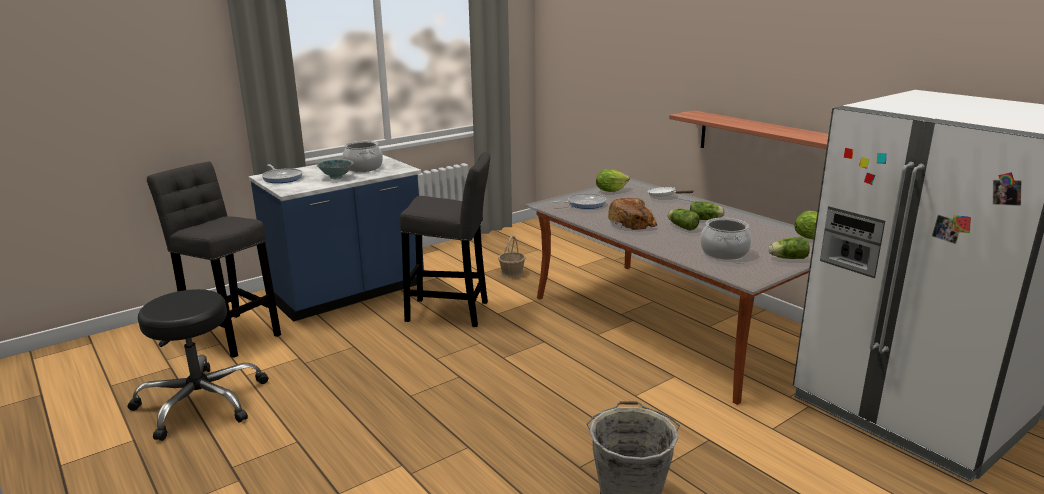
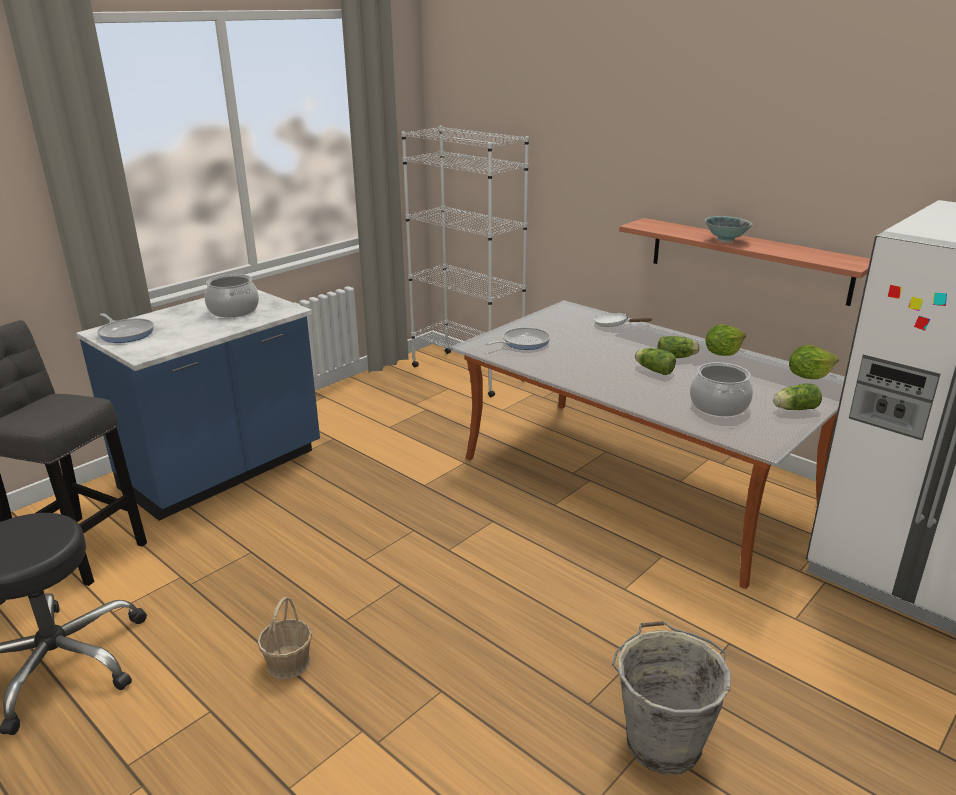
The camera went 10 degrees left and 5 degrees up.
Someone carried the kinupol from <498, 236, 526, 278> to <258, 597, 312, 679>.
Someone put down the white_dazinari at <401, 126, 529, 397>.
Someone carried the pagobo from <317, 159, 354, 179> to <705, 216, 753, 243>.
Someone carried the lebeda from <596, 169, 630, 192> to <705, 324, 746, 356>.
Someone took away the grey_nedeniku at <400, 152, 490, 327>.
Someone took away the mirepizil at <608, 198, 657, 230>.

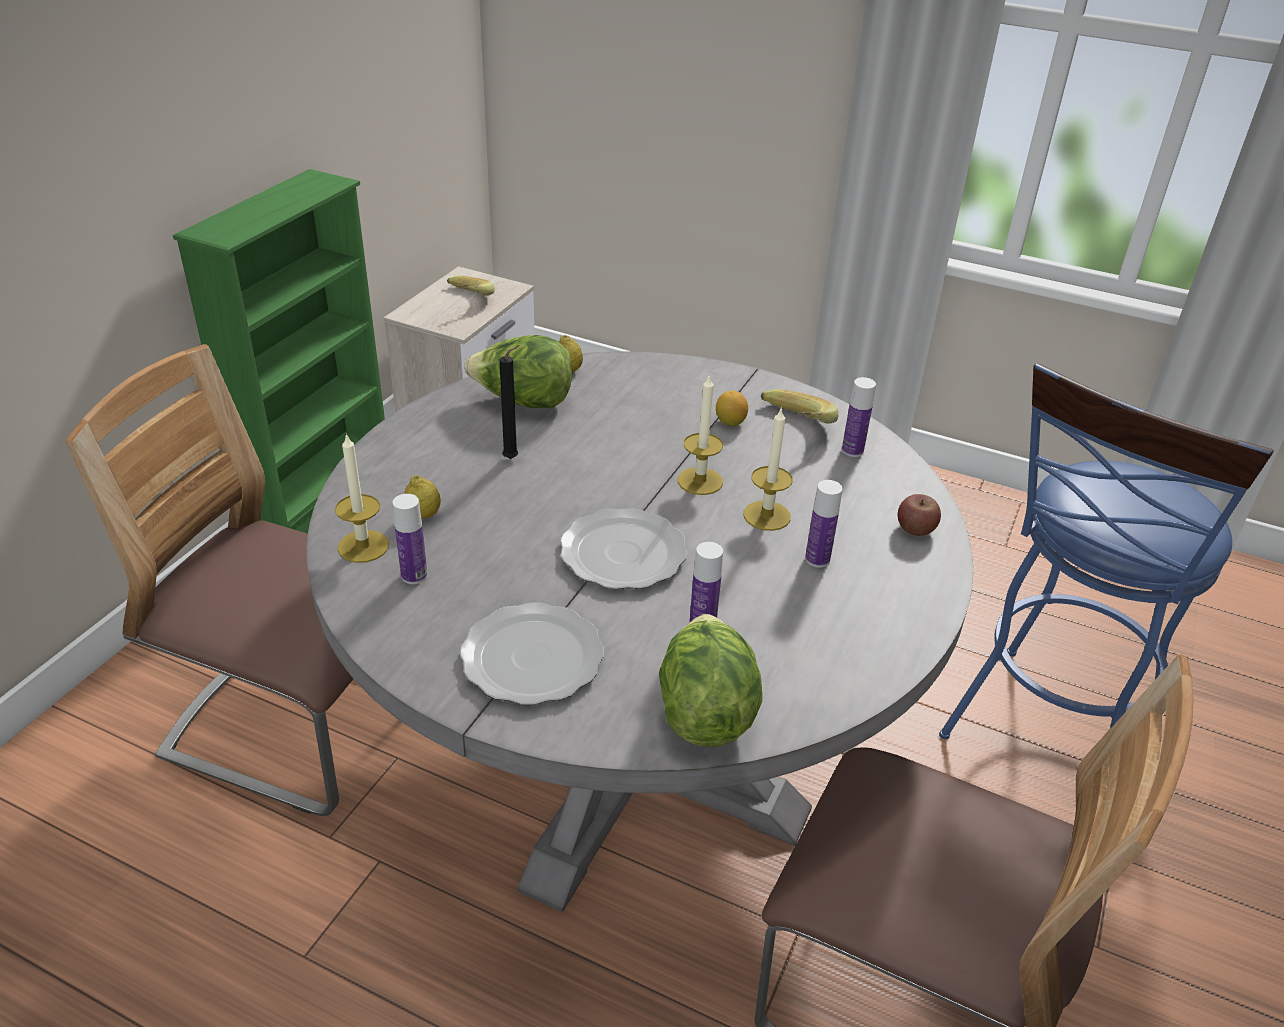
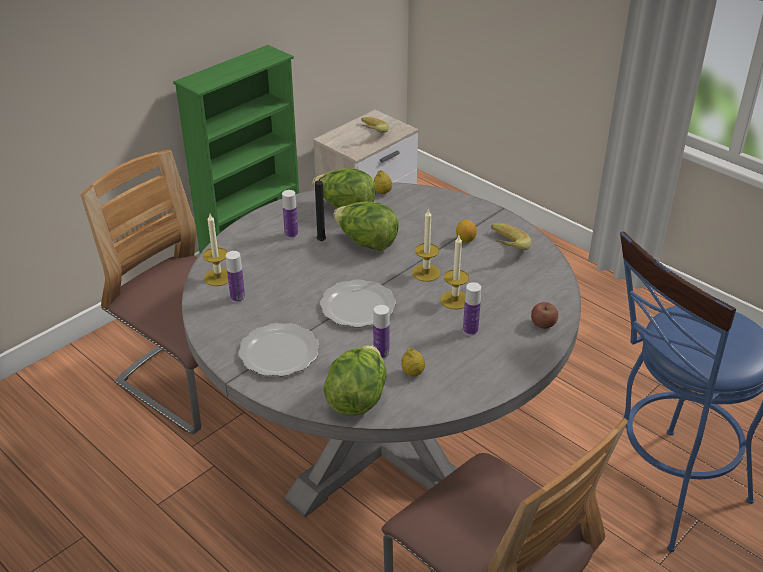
The camera went 20 degrees right and 0 degrees up.
Someone carried the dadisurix from <842, 377, 876, 457> to <282, 190, 298, 238>.
Someone put down the lebeda at <333, 202, 399, 251>.
Someone carried the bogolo from <404, 475, 441, 519> to <401, 348, 425, 376>.

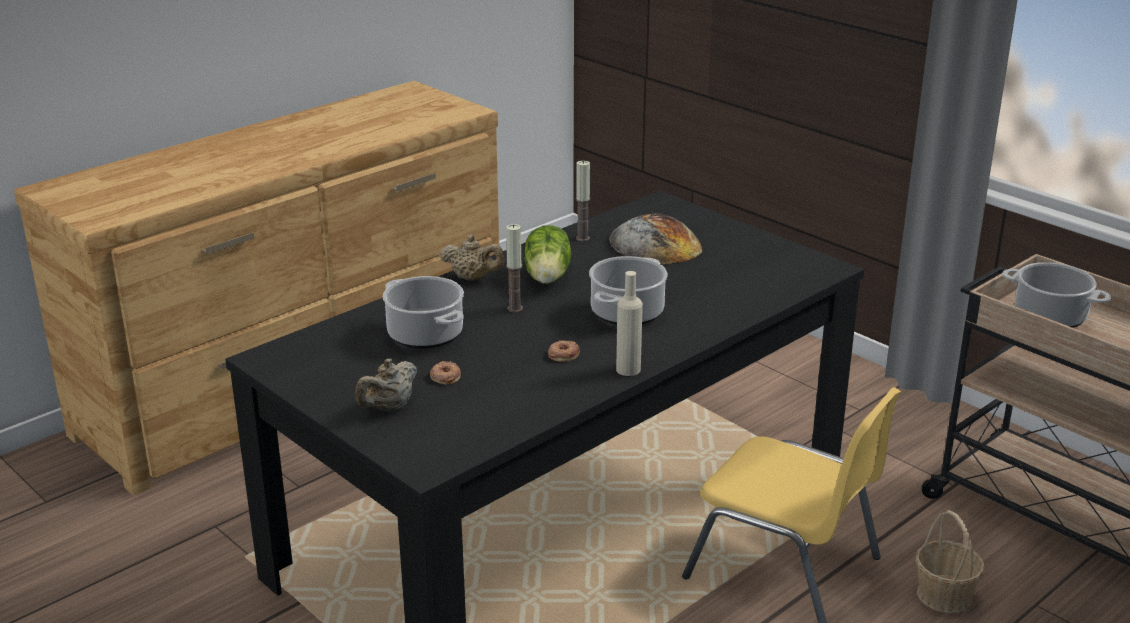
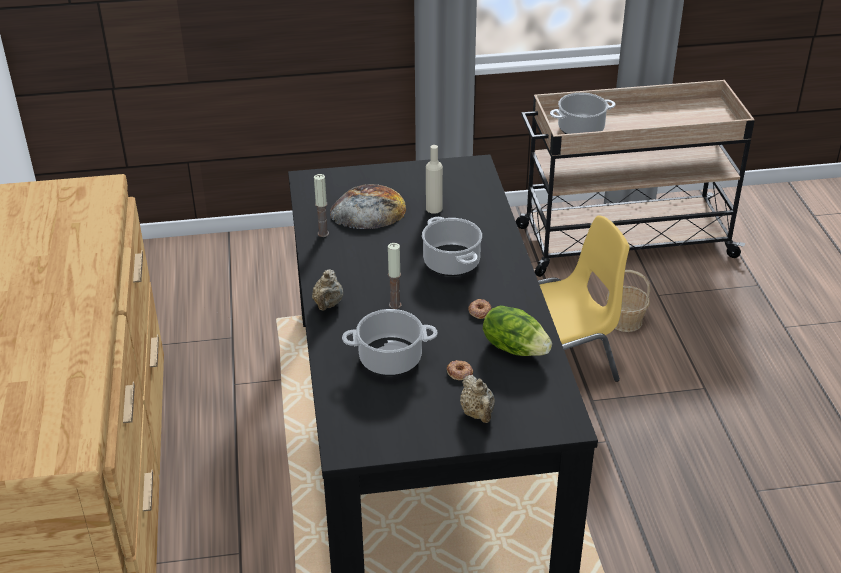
The camera went 55 degrees left and 10 degrees up.
Someone rotated the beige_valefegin at <440, 235, 505, 280> by 135 degrees clockwise.
Someone carried the beige_dadisurix from <616, 271, 643, 376> to <426, 145, 443, 214>.
Someone carried the lebeda from <524, 225, 571, 284> to <483, 305, 552, 356>.

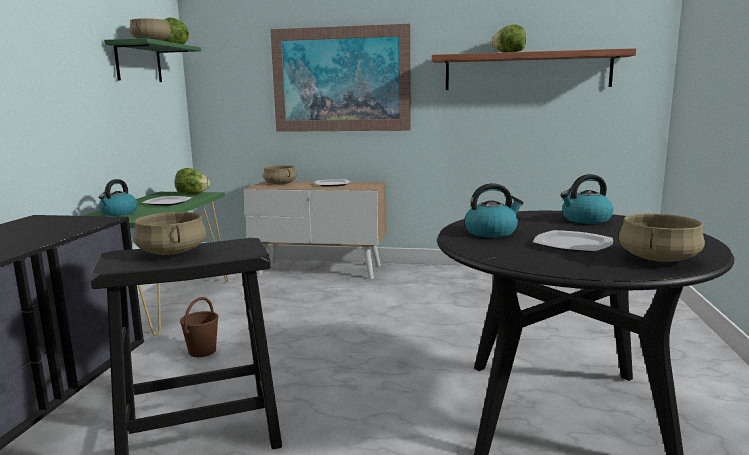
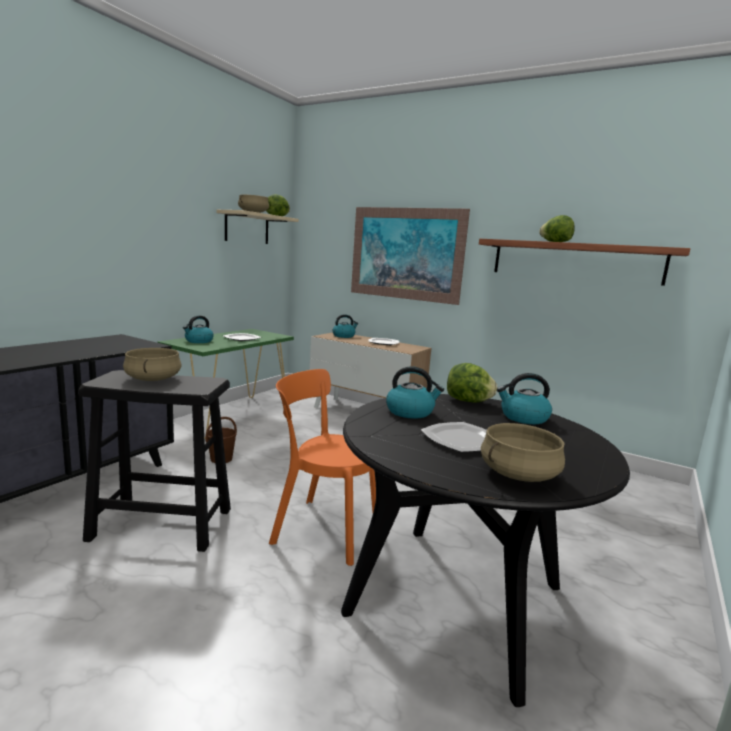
The camera went 20 degrees right and 0 degrees up.
Someone repainted the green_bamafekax at <104, 38, 201, 82>, which became the beige_bamafekax at <216, 210, 299, 244>.
Someone put down the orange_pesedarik at <269, 369, 376, 566>.
Someone swapped the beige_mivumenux at <263, 165, 297, 185> for the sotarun at <333, 314, 358, 338>.
Someone carried the lebeda from <175, 168, 210, 195> to <447, 363, 497, 403>.

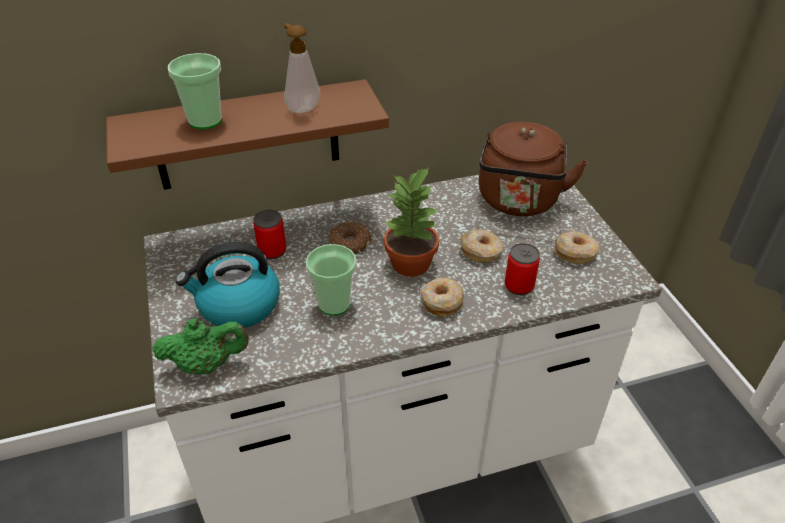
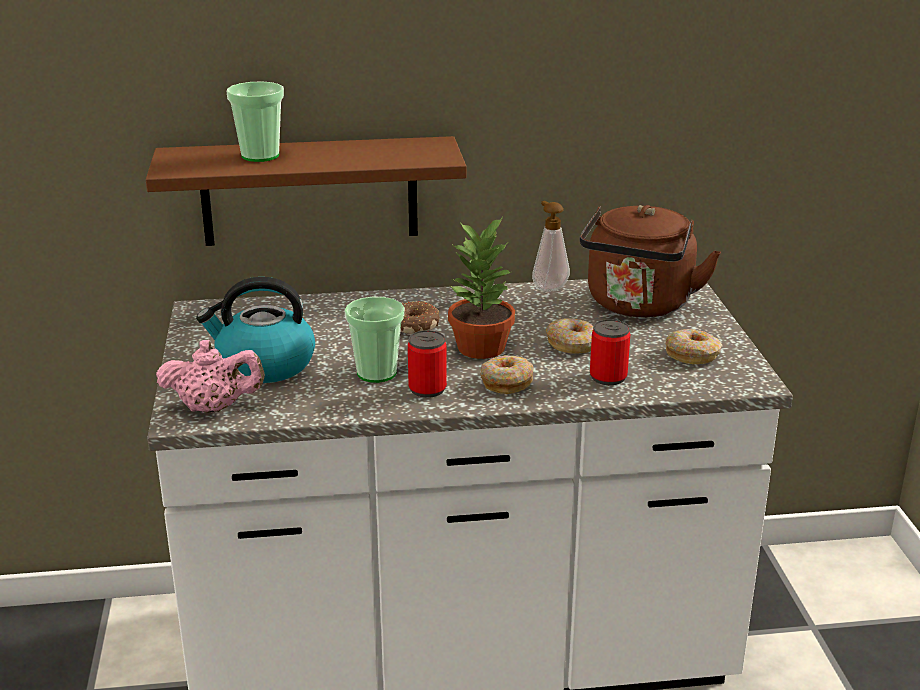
The camera went 10 degrees right and 15 degrees down.
Someone repainted the green_valefegin at <152, 318, 249, 374>, which became the pink_valefegin at <156, 340, 265, 413>.
Someone carried the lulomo from <253, 210, 286, 259> to <408, 330, 447, 398>.
Someone carried the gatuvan from <284, 23, 320, 113> to <532, 201, 570, 292>.

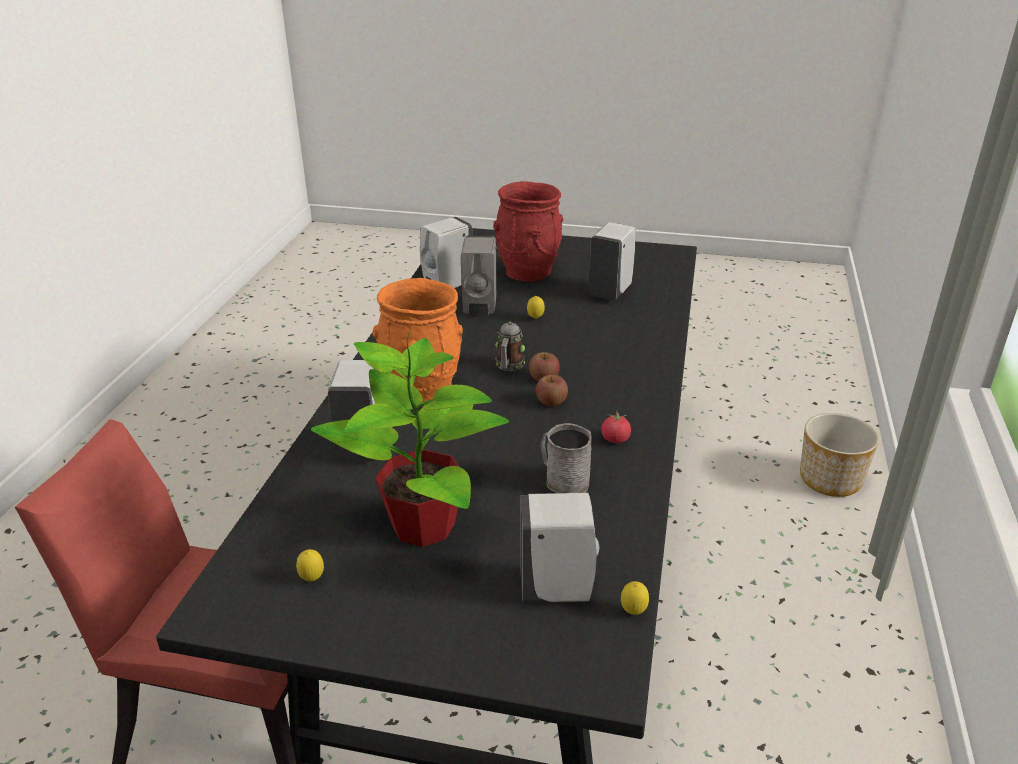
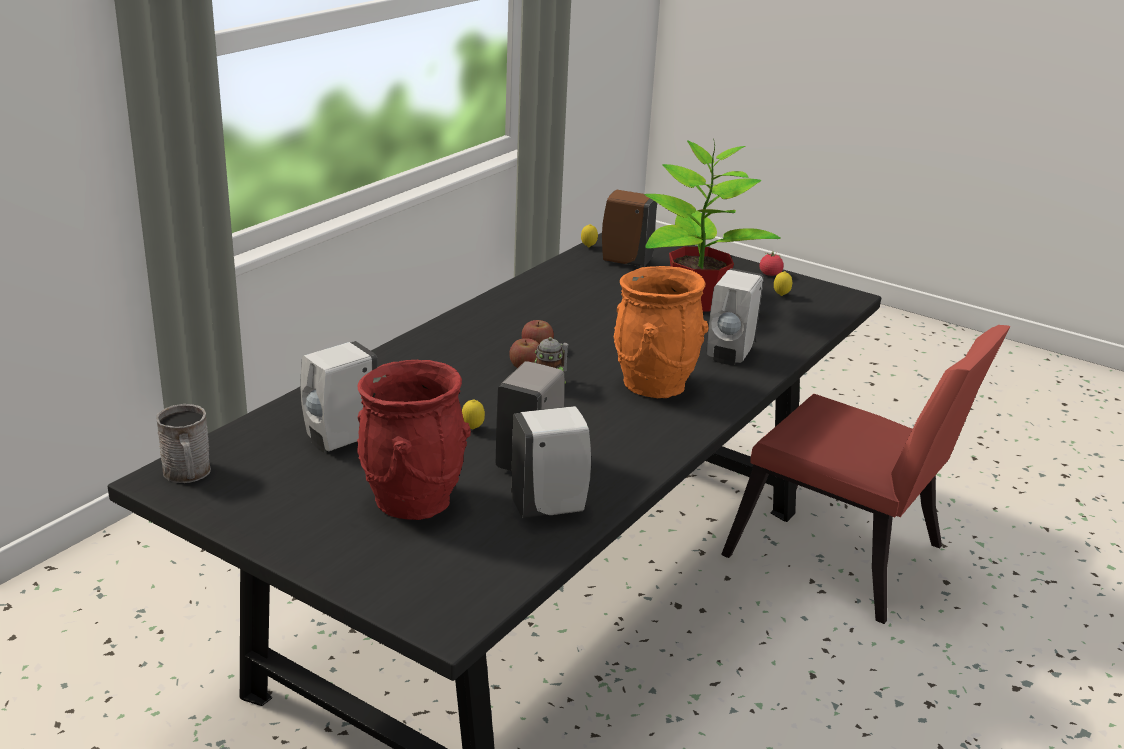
The camera went 160 degrees left and 5 degrees down.
Someone carried the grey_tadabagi from <541, 423, 591, 493> to <156, 404, 211, 483>.
Someone repainted the white_gatuvan at <521, 492, 600, 602>, which became the brown_gatuvan at <602, 190, 657, 267>.
Someone carried the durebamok from <601, 410, 631, 443> to <760, 251, 784, 276>.
Someone took away the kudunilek at <800, 413, 879, 497>.

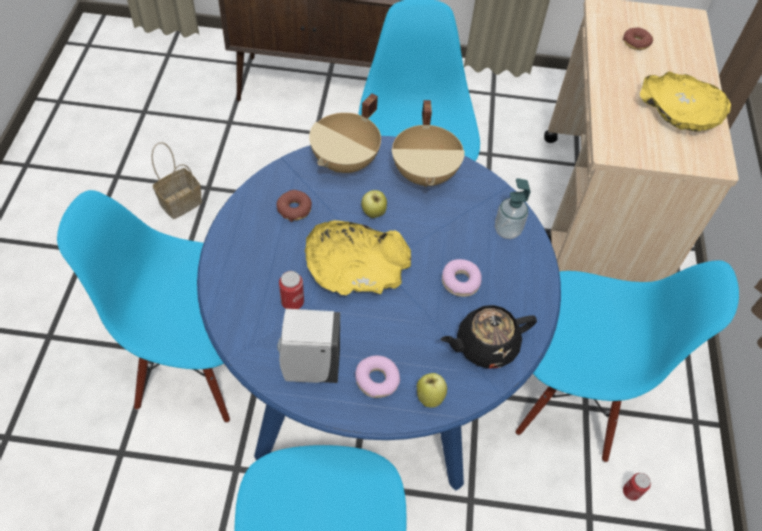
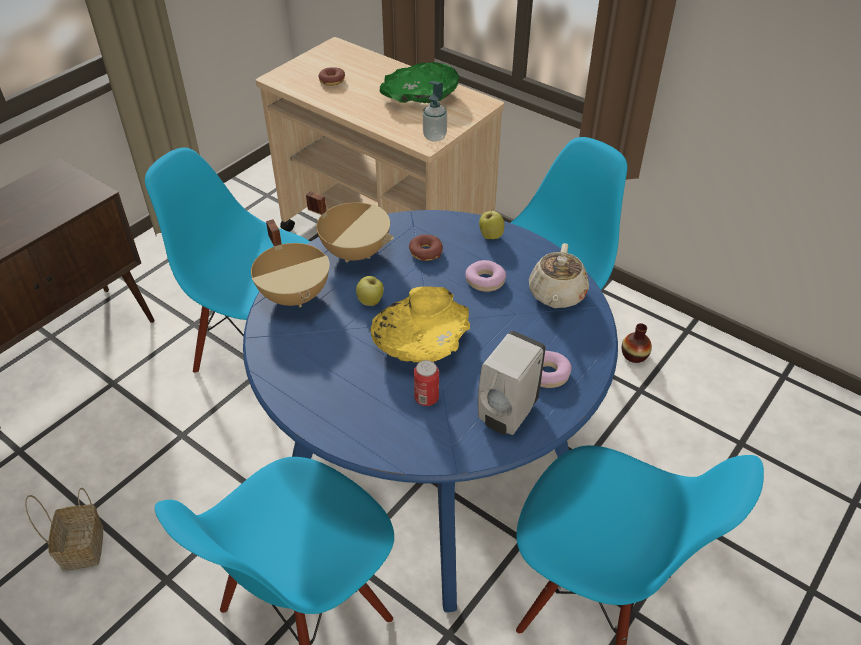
The camera went 55 degrees left and 10 degrees down.
Someone repainted the yellow_pagobo at <640, 71, 731, 132>, which became the green_pagobo at <380, 62, 459, 103>.
Someone carried the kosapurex from <276, 190, 312, 222> to <409, 235, 443, 261>.
Someone carried the gatuvan from <495, 178, 530, 239> to <423, 81, 447, 142>.
Someone carried the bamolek from <416, 373, 447, 408> to <479, 210, 505, 239>.
Someone repainted the black_valefegin at <440, 305, 537, 369>, which became the beige_valefegin at <529, 243, 589, 308>.
Someone swapped the lulomo at <623, 473, 651, 501> for the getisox at <622, 323, 652, 363>.

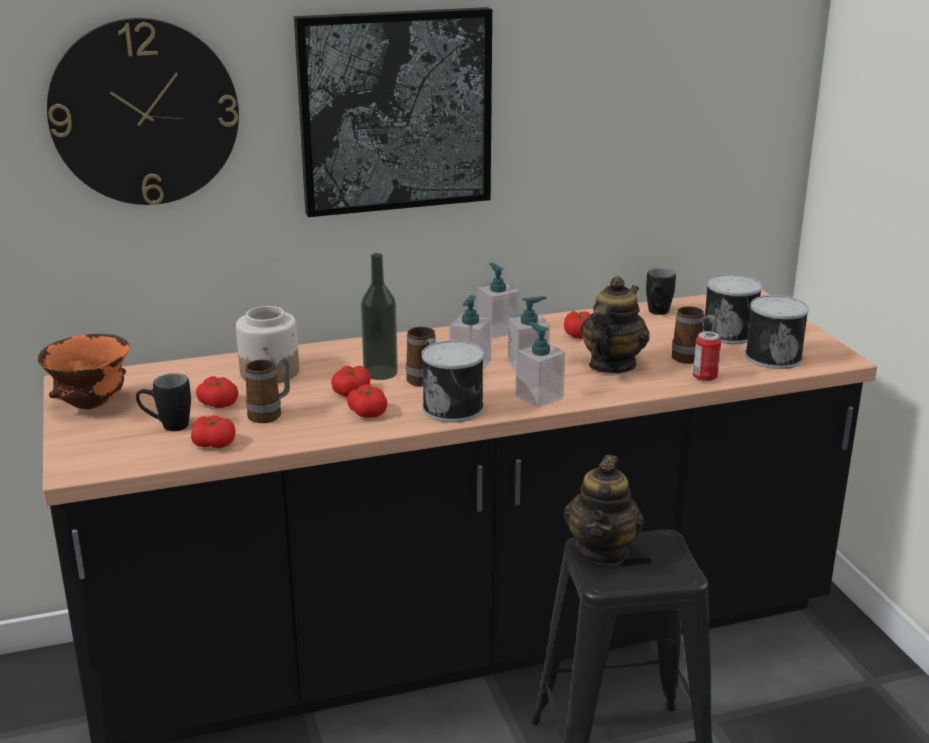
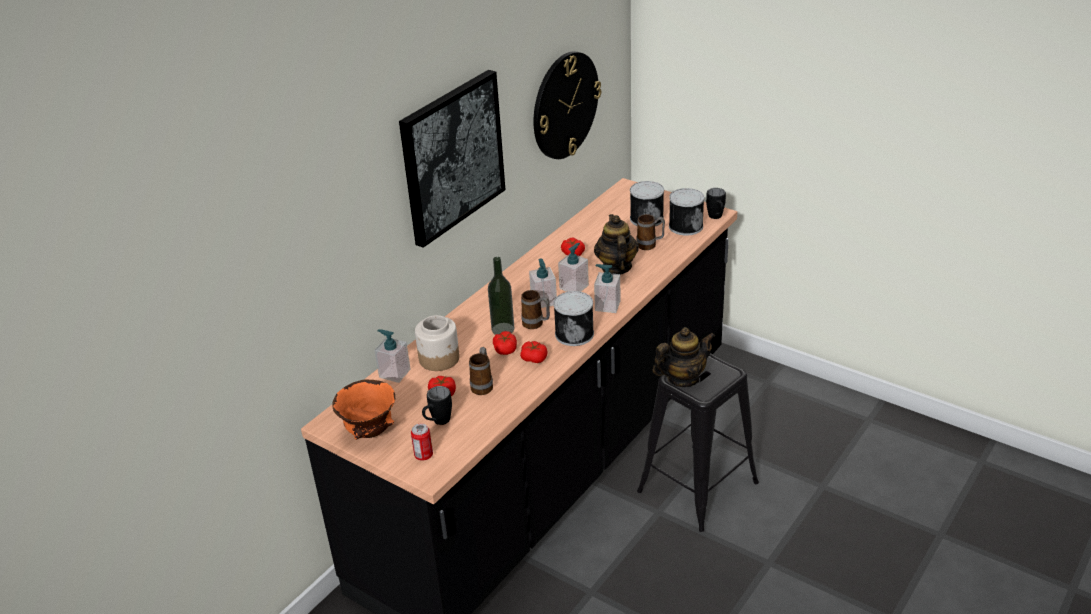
The camera went 35 degrees left and 10 degrees up.
Someone carried the gatuvan from <477, 263, 519, 339> to <374, 329, 411, 383>.
Someone carried the lulomo from <693, 331, 721, 382> to <411, 424, 433, 461>.
Someone carried the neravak from <47, 18, 239, 205> to <533, 51, 601, 159>.
Someone rotated the valefegin at <564, 455, 644, 566> by 90 degrees counterclockwise.
Someone carried the black_tadabagi from <646, 268, 676, 315> to <706, 188, 726, 219>.
Someone took away the durebamok at <191, 415, 236, 448>.

